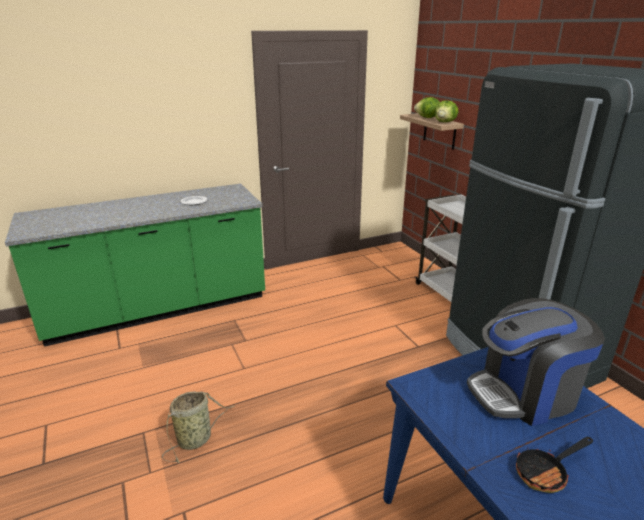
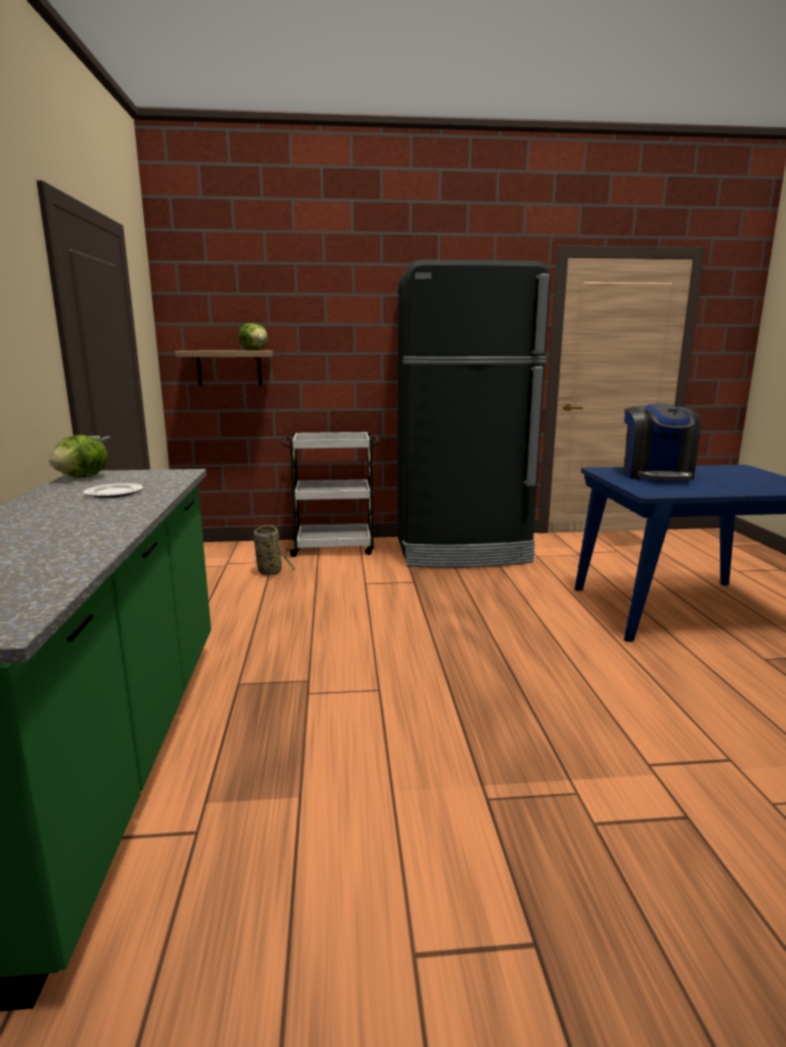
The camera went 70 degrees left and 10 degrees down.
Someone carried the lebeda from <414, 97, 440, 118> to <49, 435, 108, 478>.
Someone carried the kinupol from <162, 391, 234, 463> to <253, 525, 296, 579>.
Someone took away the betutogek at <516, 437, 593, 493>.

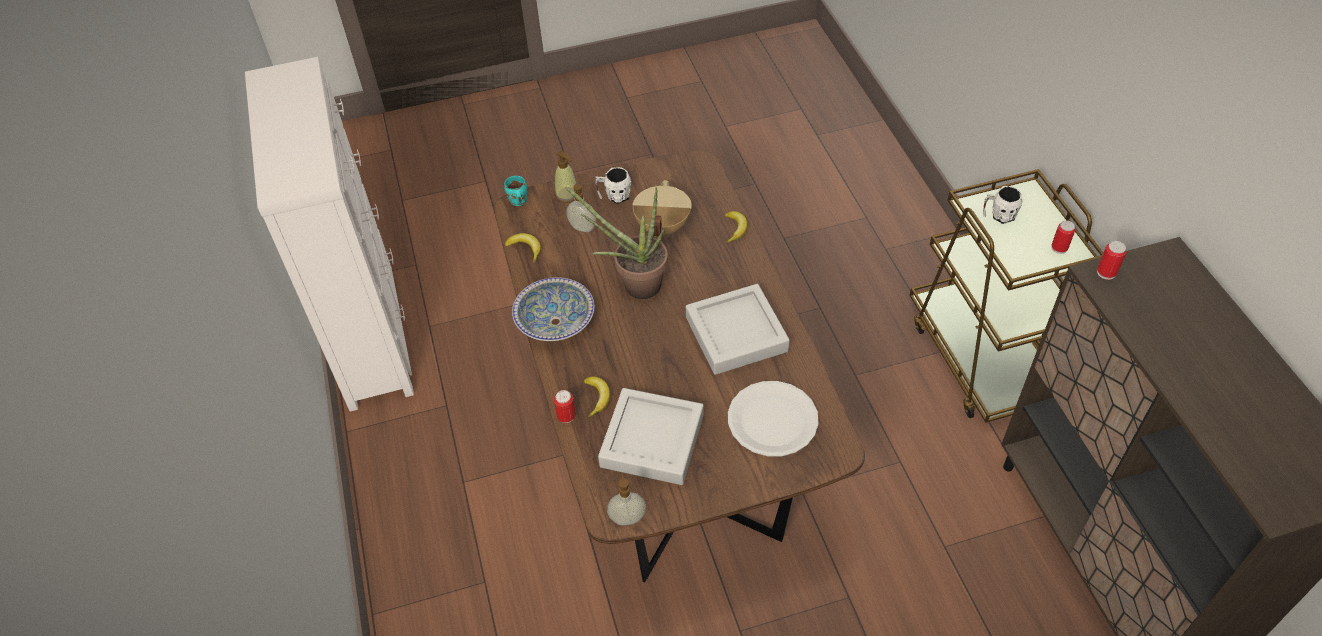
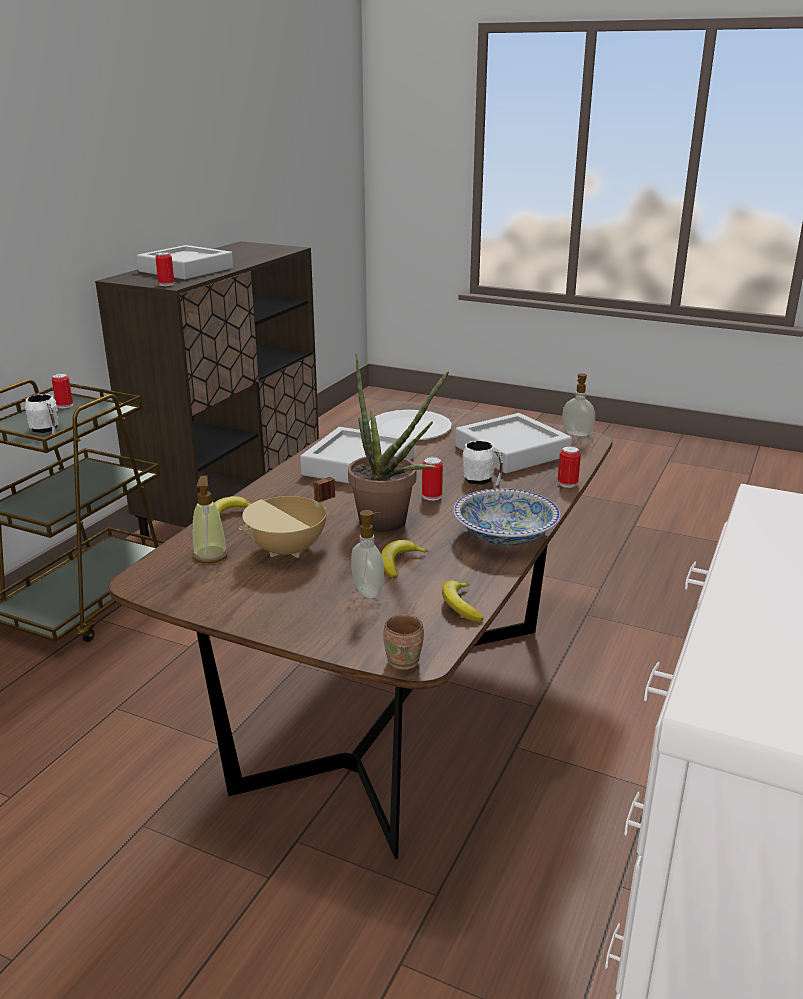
The camera went 140 degrees left and 25 degrees down.
Someone put down the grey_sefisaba at <137, 245, 233, 279>.
Someone carried the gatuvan from <555, 151, 576, 203> to <192, 476, 228, 563>.
Someone carried the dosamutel from <584, 376, 610, 417> to <381, 540, 428, 579>.
Someone repainted the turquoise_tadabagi at <504, 176, 527, 206>, which became the brown_tadabagi at <383, 614, 424, 670>.
Someone put down the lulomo at <422, 457, 443, 501>.
Someone carried the white_tadabagi from <595, 167, 631, 204> to <463, 441, 503, 485>.

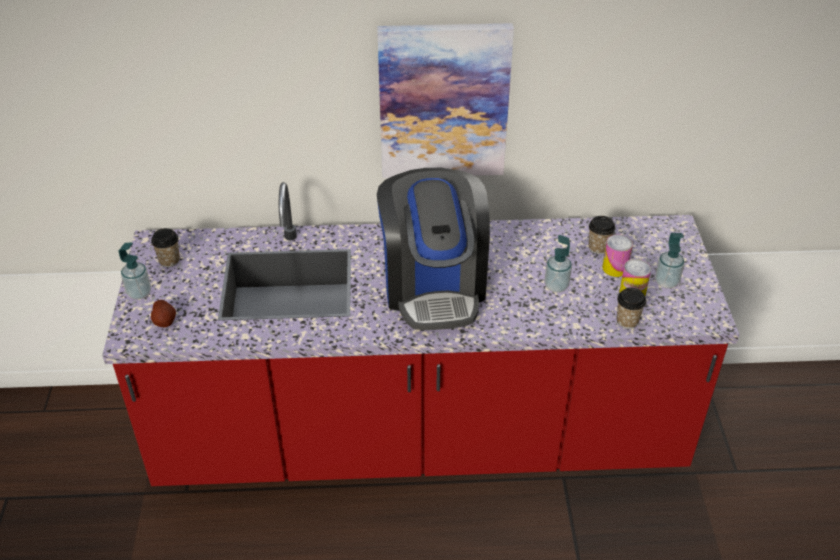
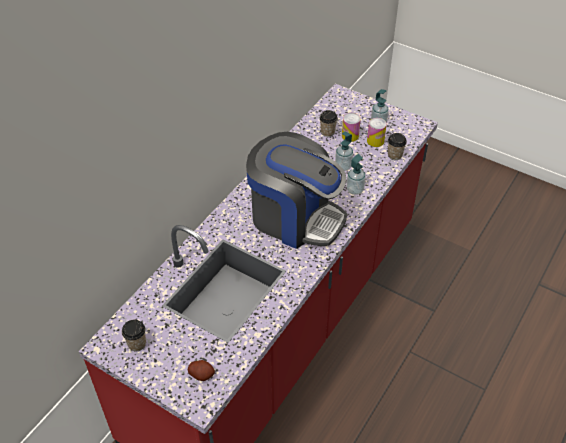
The camera went 55 degrees left and 5 degrees up.
Someone carried the gatuvan from <118, 242, 151, 299> to <346, 154, 366, 195>.
Someone took away the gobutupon at <377, 23, 514, 178>.

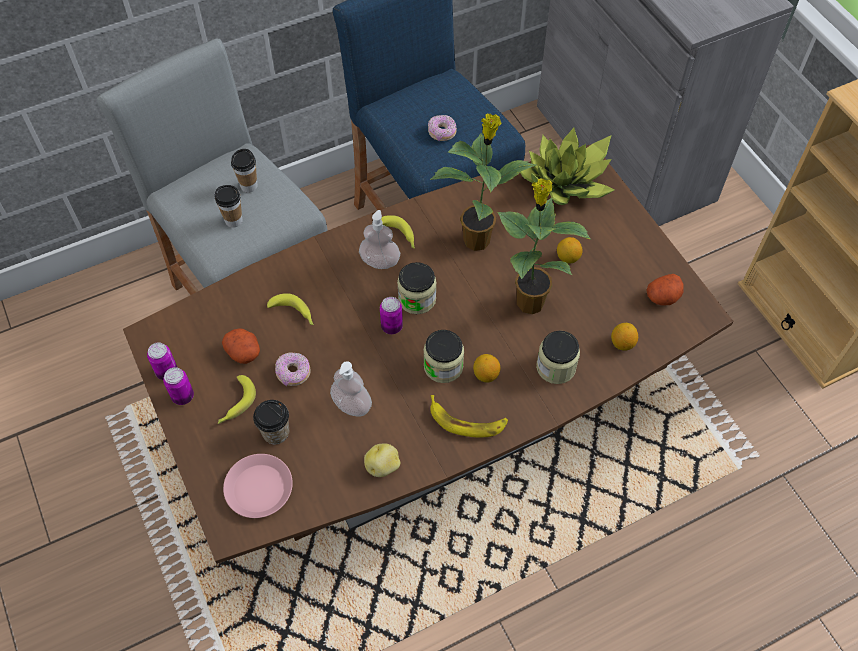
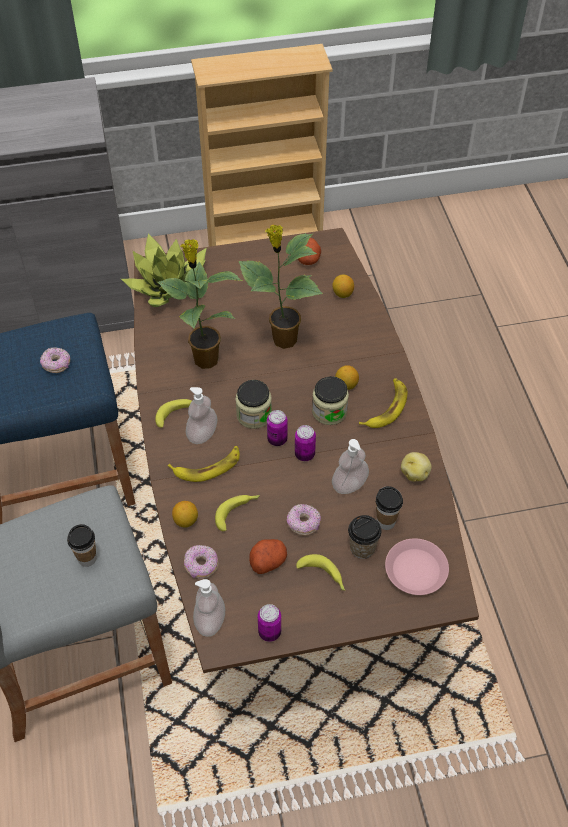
The camera went 75 degrees left and 5 degrees down.
Someone put down the dosamutel at <168, 446, 240, 482>.
Someone carried the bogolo from <557, 237, 583, 264> to <172, 501, 198, 528>.
Someone put down the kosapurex at <184, 545, 218, 578>.
Someone put down the gatuvan at <193, 579, 225, 637>.
Someone carried the lulomo from <163, 367, 194, 405> to <295, 425, 316, 461>.
Someone carried the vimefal from <231, 149, 258, 192> to <376, 486, 403, 530>.
Someone took away the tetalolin at <536, 330, 580, 384>.

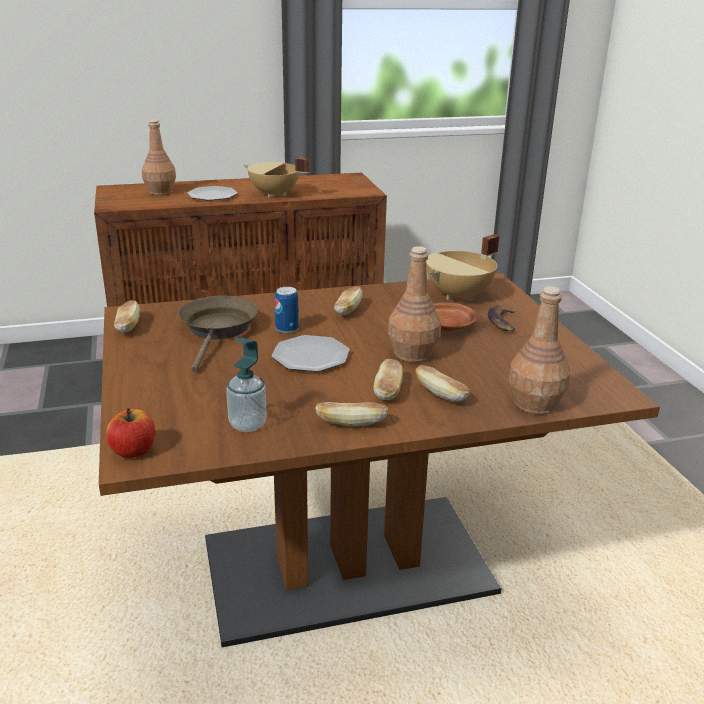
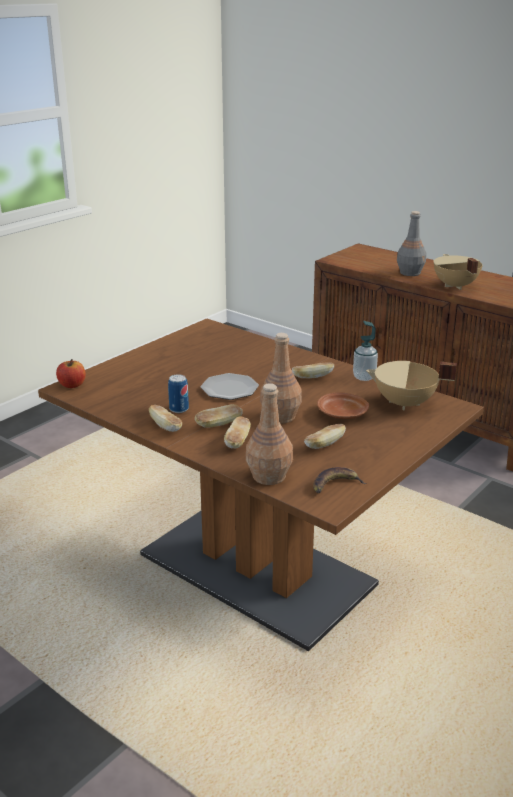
The camera went 55 degrees right and 0 degrees up.
Someone carried the lulomo from <275, 287, 299, 333> to <168, 374, 189, 413>.
Someone carried the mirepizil from <114, 300, 140, 332> to <304, 424, 346, 449>.
Someone carried the dosamutel from <488, 305, 516, 332> to <313, 467, 367, 493>.
Someone carried the gatuvan from <226, 337, 267, 432> to <353, 321, 378, 381>.
Someone swapped the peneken at <187, 186, 237, 201> for the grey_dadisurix at <397, 211, 426, 276>.
Someone took away the brown_dadisurix at <142, 119, 176, 196>.
Someone took away the brown_betutogek at <178, 296, 258, 372>.

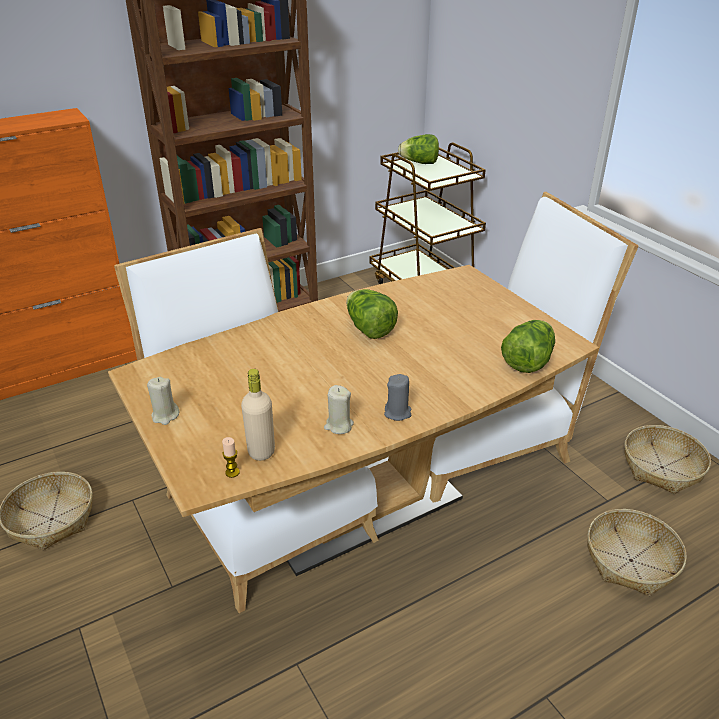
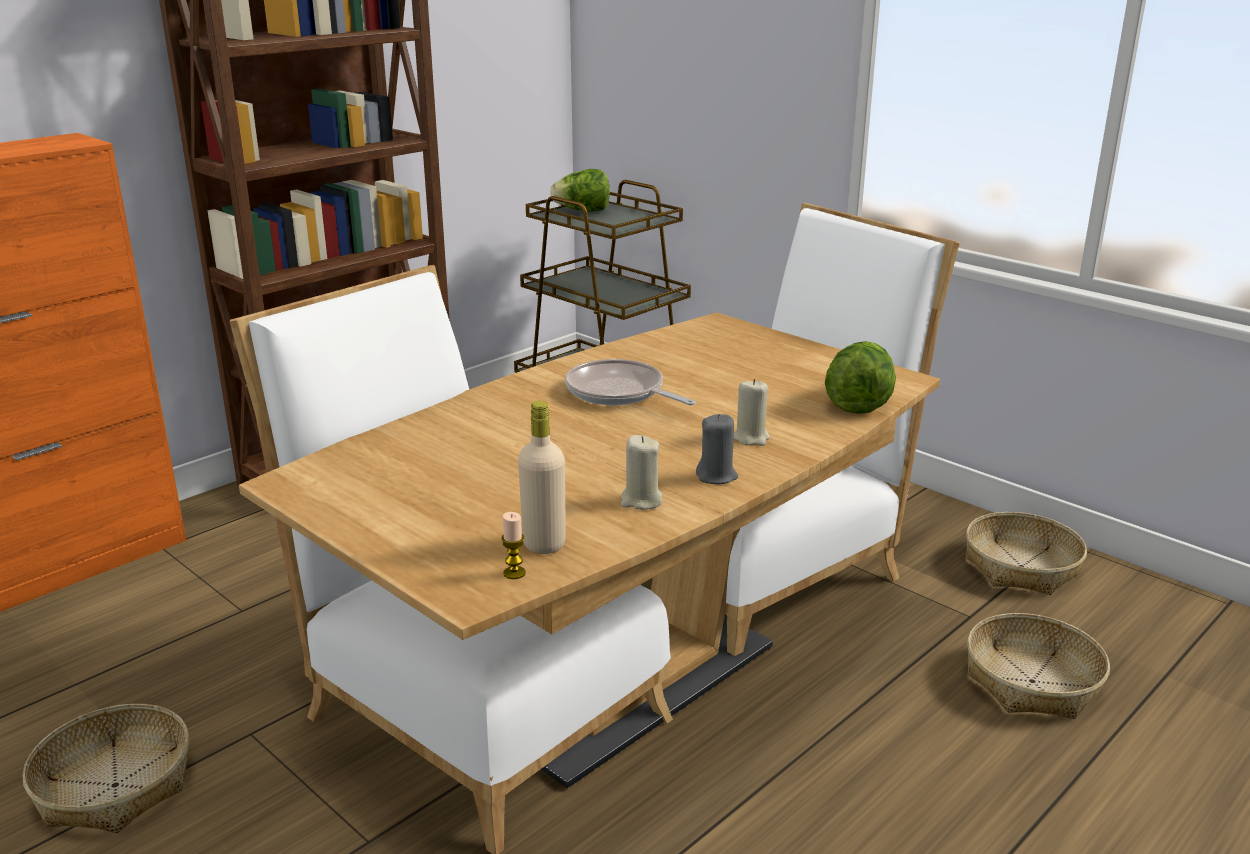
The camera went 15 degrees left and 10 degrees down.
Someone swapped the lebeda at <346, 289, 398, 339> for the betutogek at <565, 359, 695, 405>.
Someone carried the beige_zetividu from <147, 377, 179, 425> to <734, 379, 770, 446>.

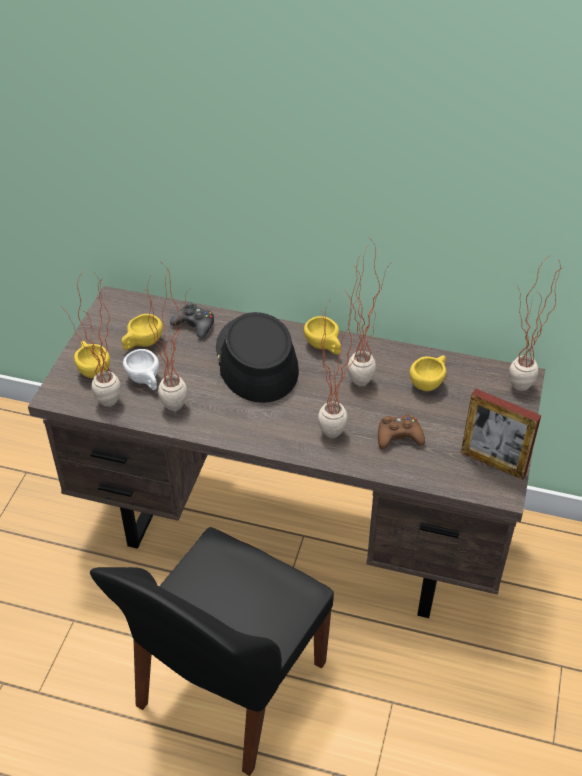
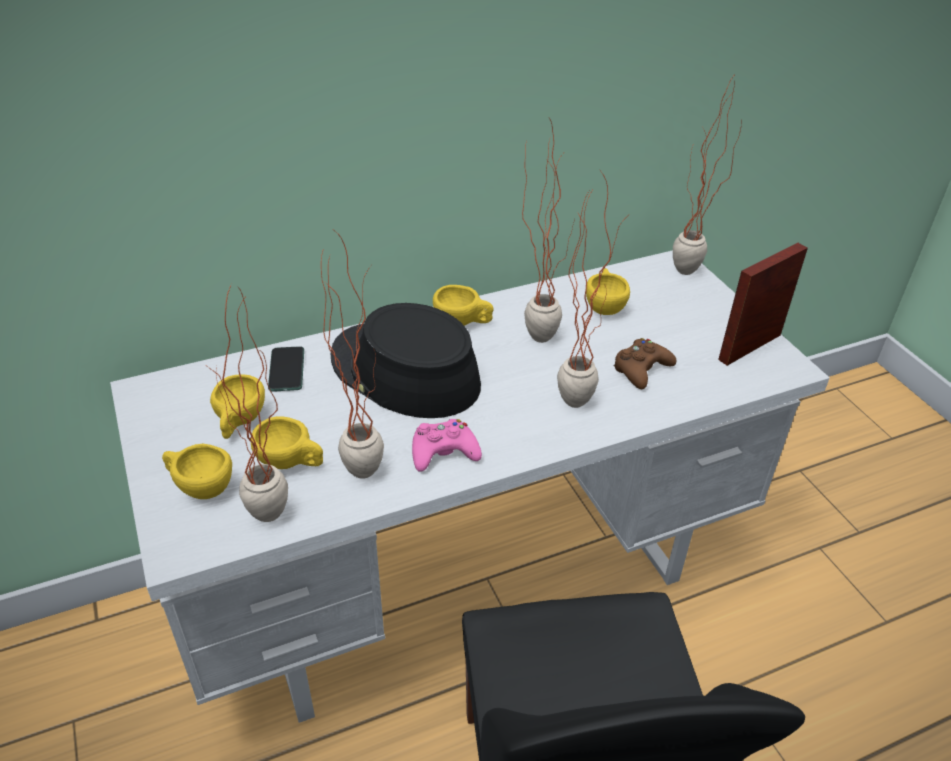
The camera went 40 degrees left and 5 degrees down.
Someone repainted the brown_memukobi at <28, 286, 545, 618>, which became the white_memukobi at <110, 250, 830, 723>.
Someone repainted the white_vimefal at <123, 349, 159, 390>, which became the yellow_vimefal at <251, 416, 323, 469>.
Someone swapped the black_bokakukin at <170, 302, 214, 339> for the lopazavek at <268, 346, 304, 392>.
Someone put down the pink_bokakukin at <412, 419, 482, 472>.
Someone rotated the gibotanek at <461, 388, 541, 480> by 150 degrees clockwise.

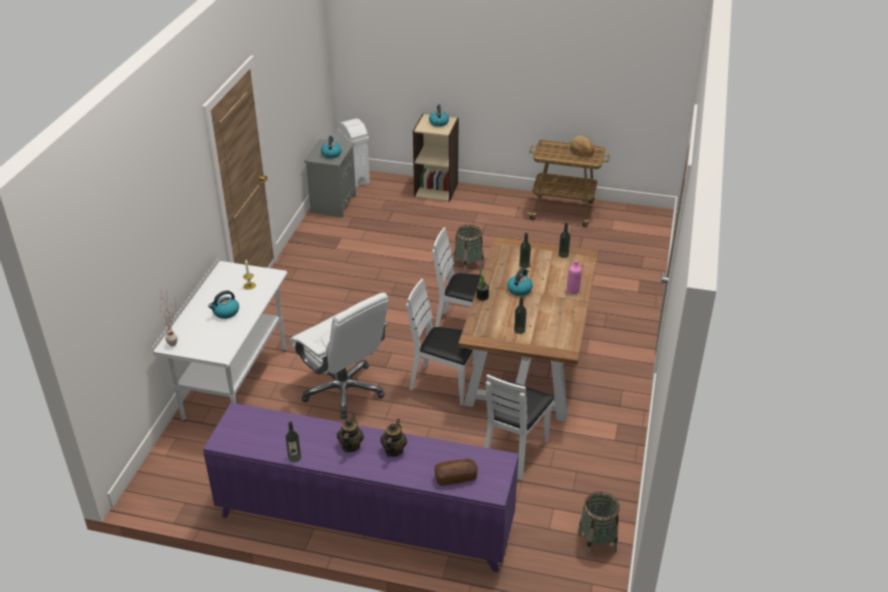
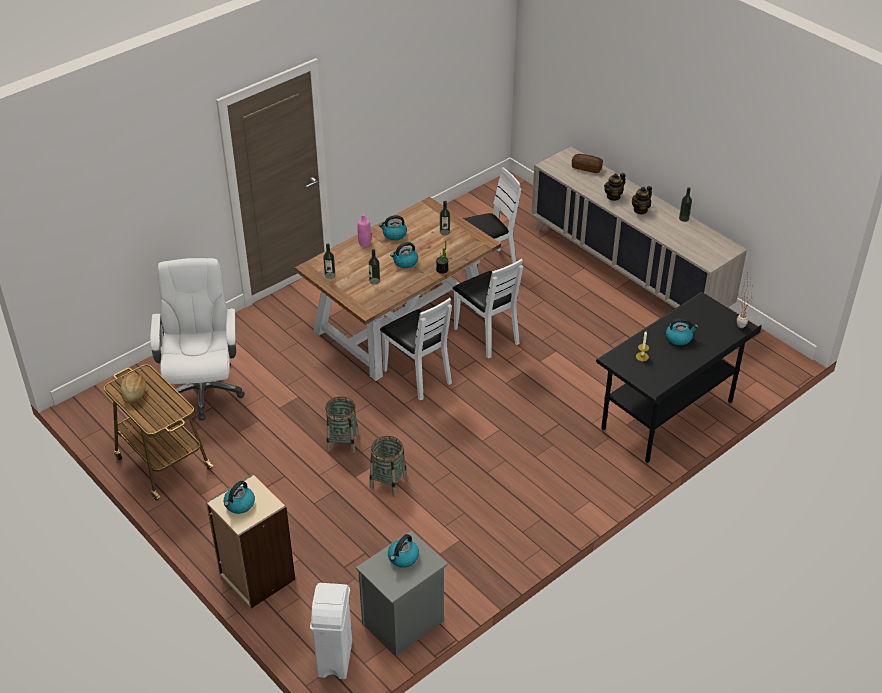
The camera went 145 degrees left and 5 degrees up.
Someone carried the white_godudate from <290, 293, 389, 419> to <150, 258, 245, 421>.
Someone carried the kinupol from <578, 492, 620, 557> to <369, 436, 407, 496>.
Someone put down the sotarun at <379, 215, 407, 241>.
Someone repainted the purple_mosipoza at <203, 403, 519, 573>, which became the beige_mosipoza at <531, 146, 747, 308>.
Someone repainted the white_memukobi at <152, 257, 287, 422>, which became the black_memukobi at <596, 292, 762, 464>.

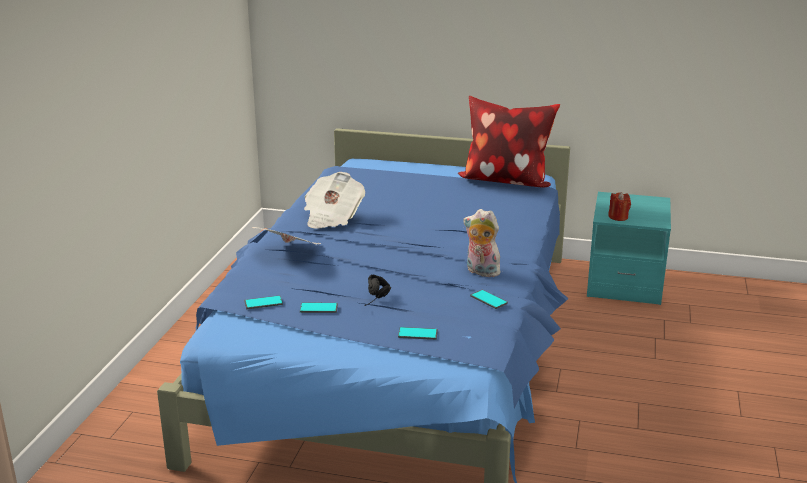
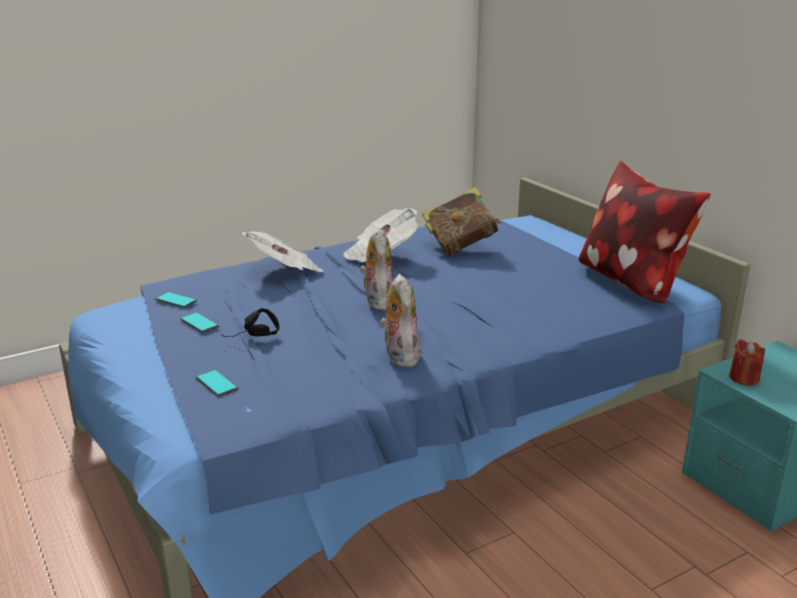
The camera went 45 degrees right and 0 degrees up.
Someone put down the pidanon at <360, 227, 394, 310>.
Someone put down the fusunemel at <422, 187, 501, 256>.
Someone took away the lopazavek at <470, 290, 508, 309>.

